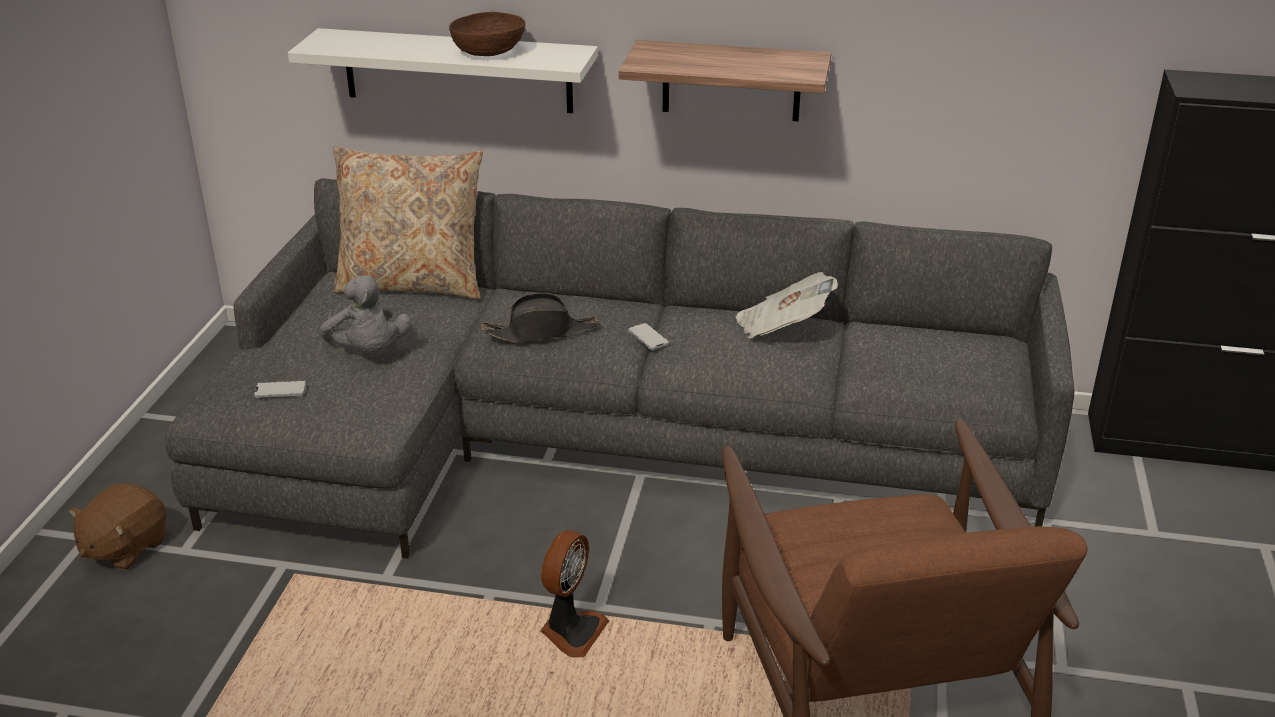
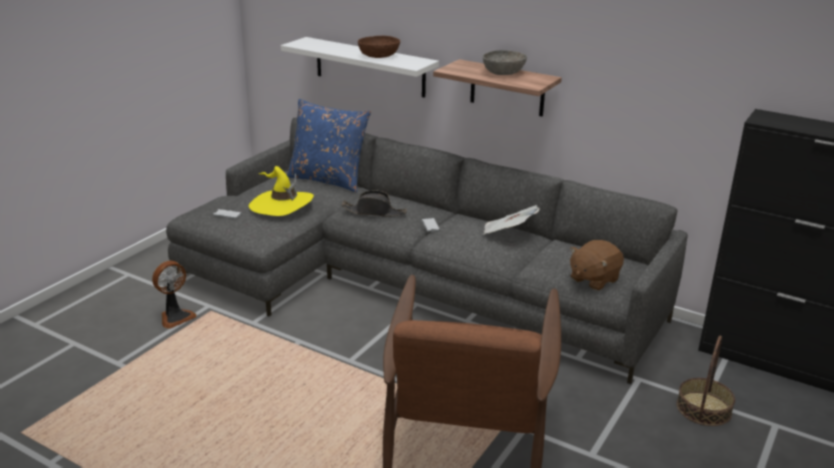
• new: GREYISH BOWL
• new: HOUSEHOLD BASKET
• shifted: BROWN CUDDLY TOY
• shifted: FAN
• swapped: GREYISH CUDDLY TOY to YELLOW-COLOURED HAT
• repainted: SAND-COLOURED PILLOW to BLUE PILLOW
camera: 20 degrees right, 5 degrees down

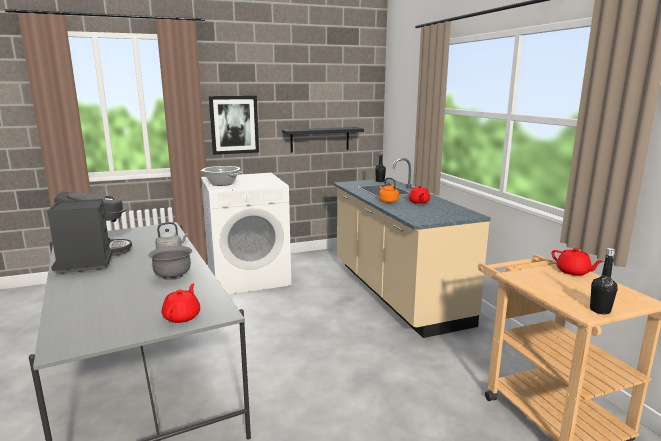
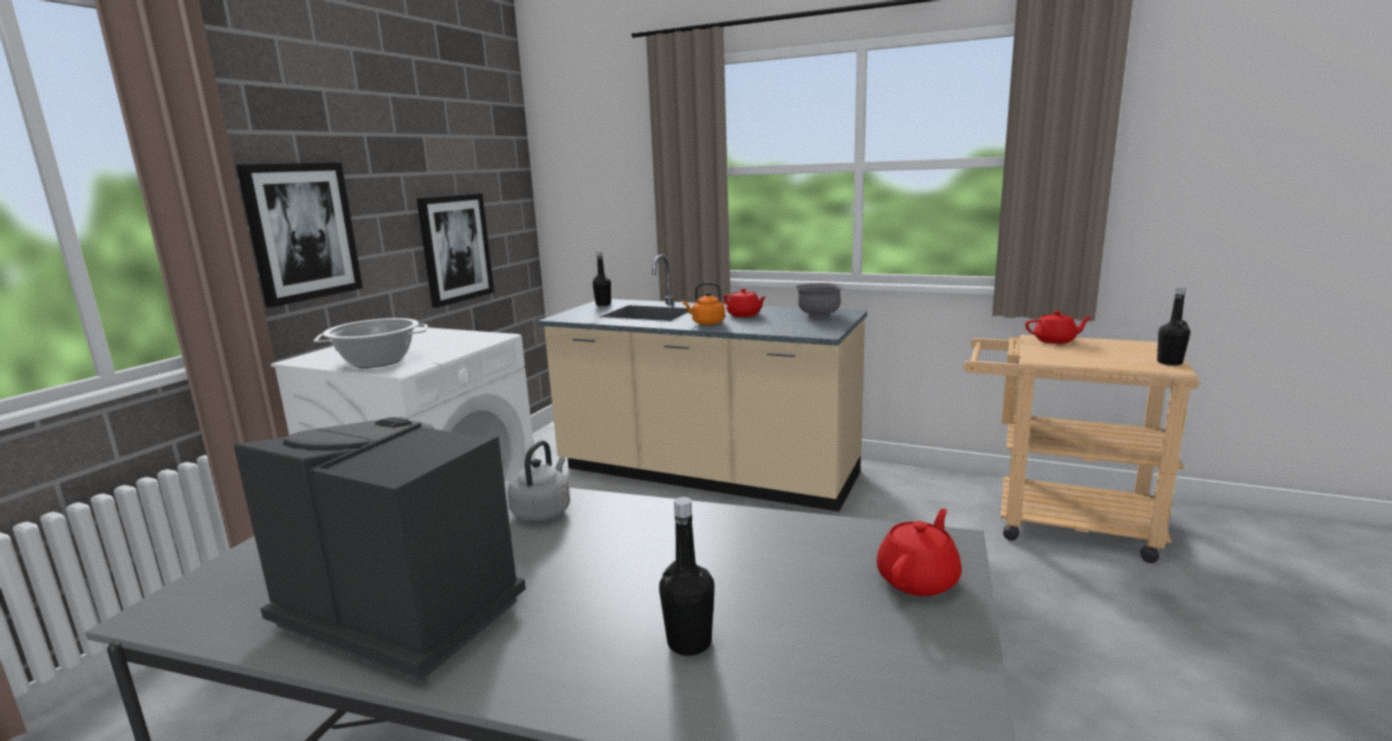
• new: BLACK-COLOURED DRINK BOTTLE (no. 2 from left)
• shifted: GREYISH BOWL
• swapped: BLACK-COLOURED BRACKET SHELF to WALL PICTURE (no. 2 from left)
• rotated: REDDISH TEA POT (no. 1 from left in the first image) 75 degrees clockwise
camera: 45 degrees left, 0 degrees up

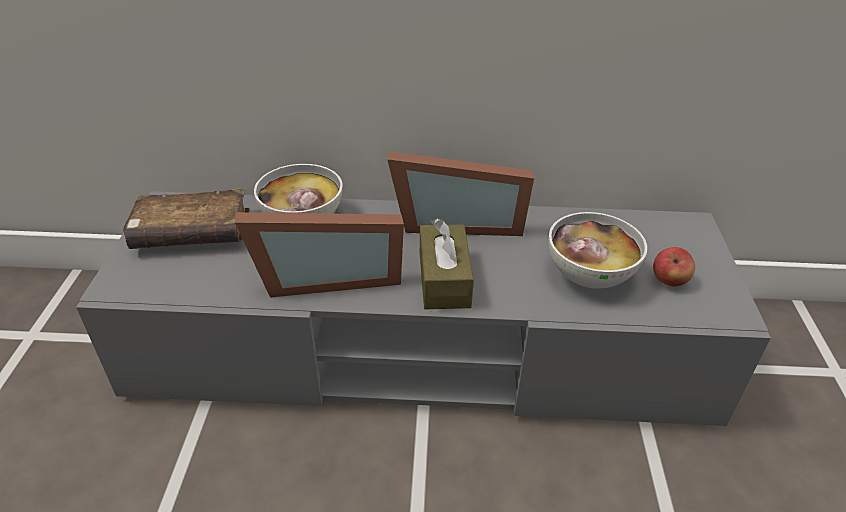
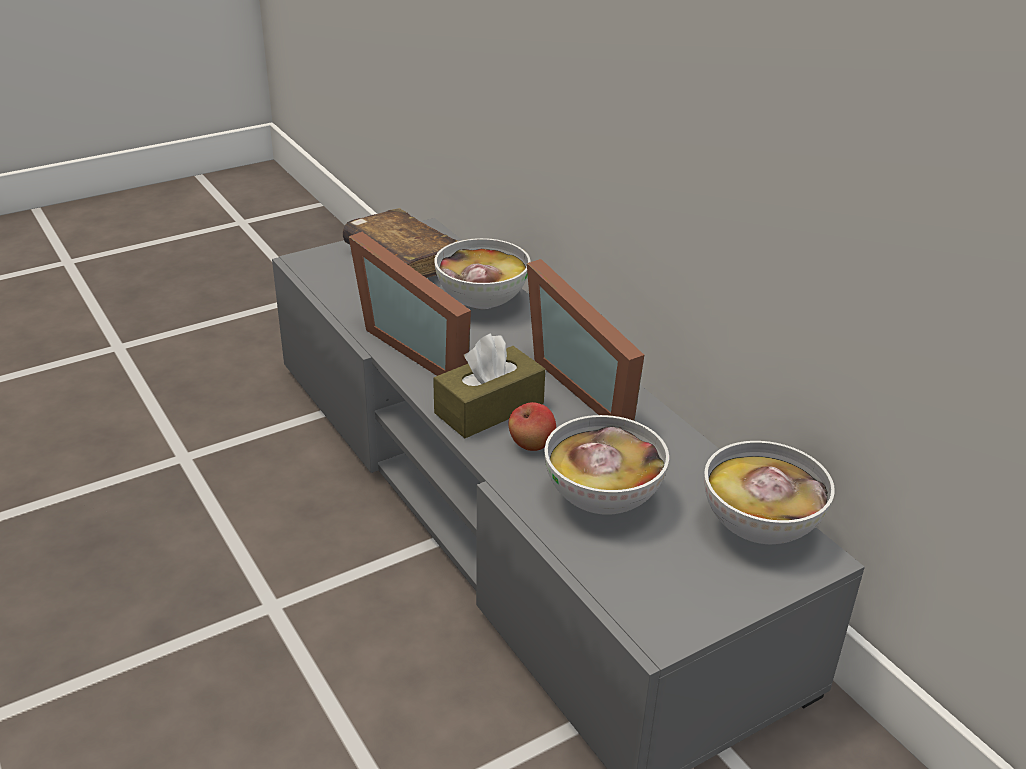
• new: BOWL (no. 3 from left)
• shifted: APPLE
camera: 55 degrees right, 5 degrees down

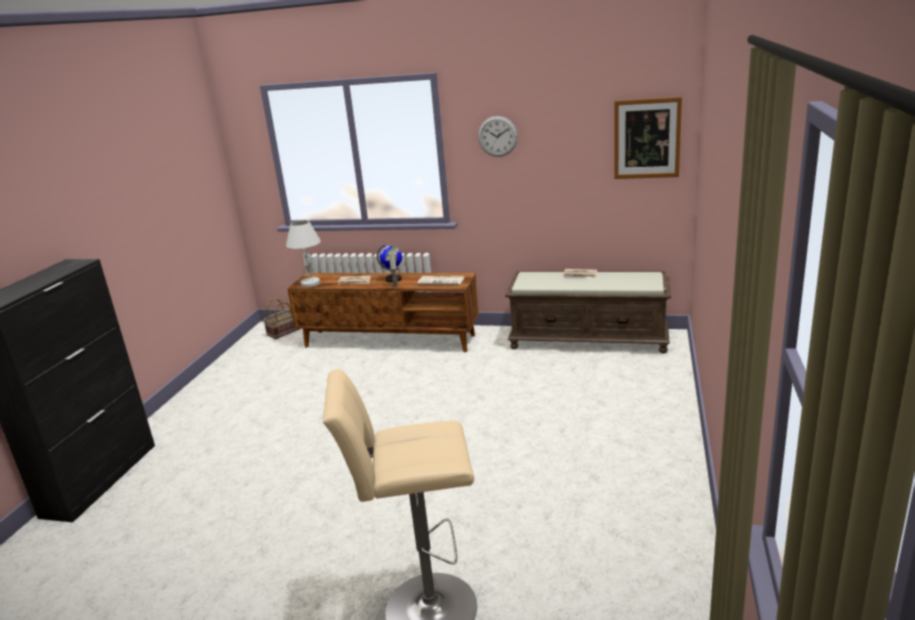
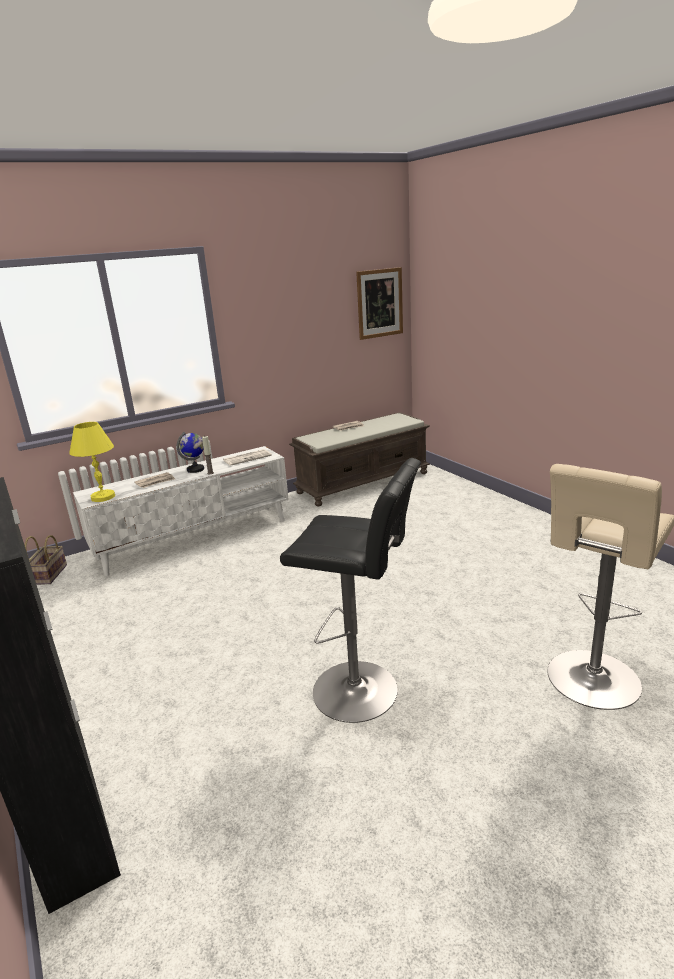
• gone: CLOCK ON THE WALL
• new: BLACK-COLOURED STOOL
• repainted: WHITE LAMP FOR A TABLE to YELLOW-COLOURED LAMP FOR A TABLE
• repainted: BROWN MEDIA CONSOLE to WHITE MEDIA CONSOLE
camera: 45 degrees left, 0 degrees up

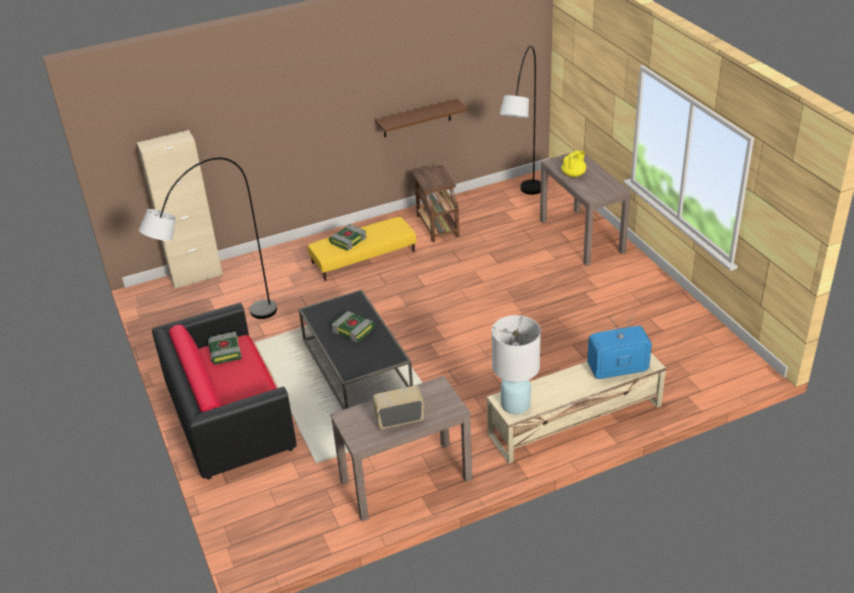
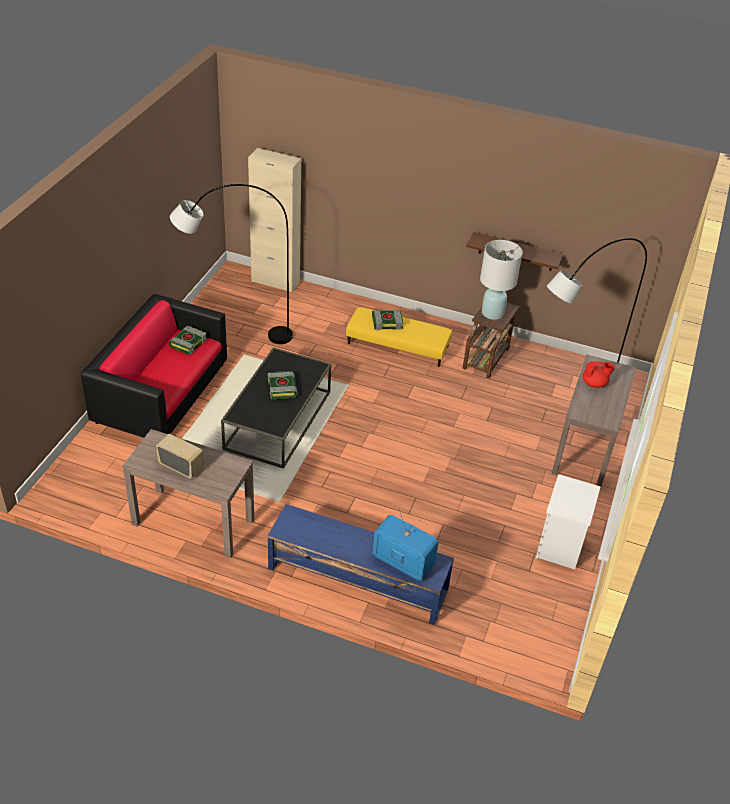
• new: WHITE BEDSIDE TABLE
• shifted: WHITE LAMP FOR A TABLE
• repainted: SAND-COLOURED MEDIA CONSOLE to BLUE MEDIA CONSOLE
• repainted: YELLOW-COLOURED TEA POT to REDDISH TEA POT
camera: 40 degrees right, 5 degrees up

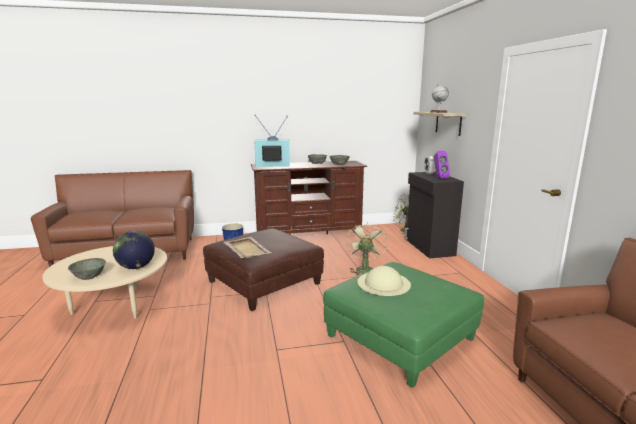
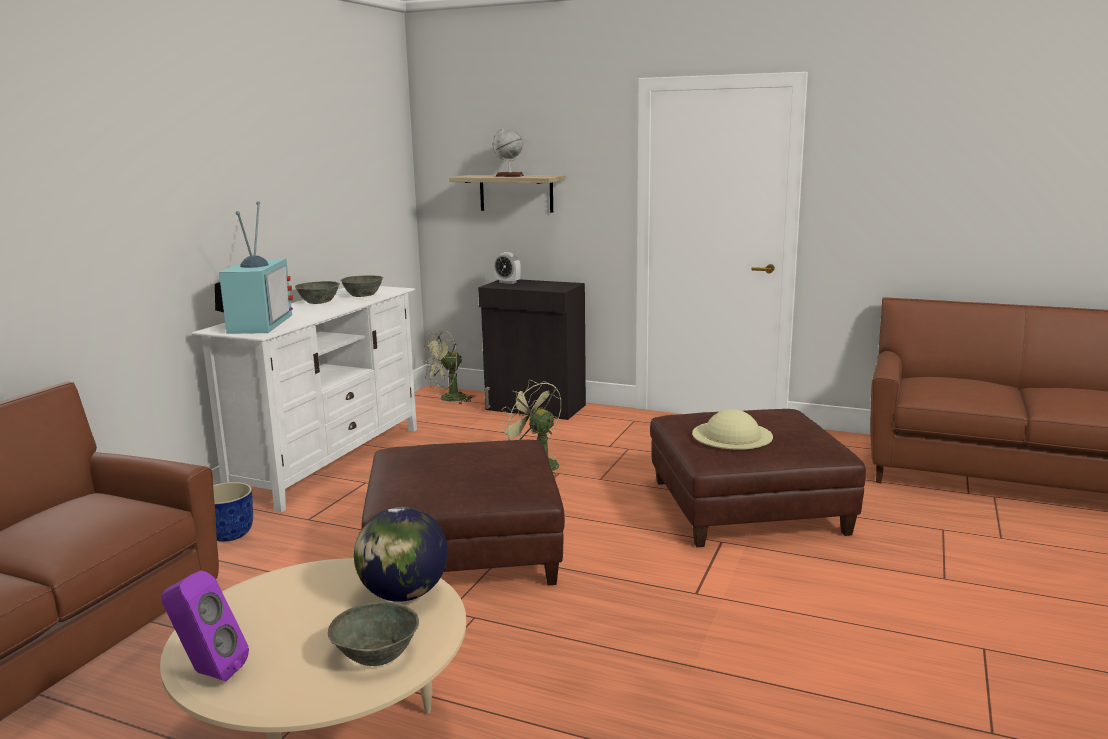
• gone: SAND-COLOURED TRAY
• shifted: PURPLE SPEAKER
• repainted: BROWN MEDIA CONSOLE to WHITE MEDIA CONSOLE
• repainted: GREEN-COLOURED OTTOMAN to BROWN OTTOMAN (no. 2 from left)
• rotated: TELEVISION 150 degrees clockwise
camera: 55 degrees left, 0 degrees up

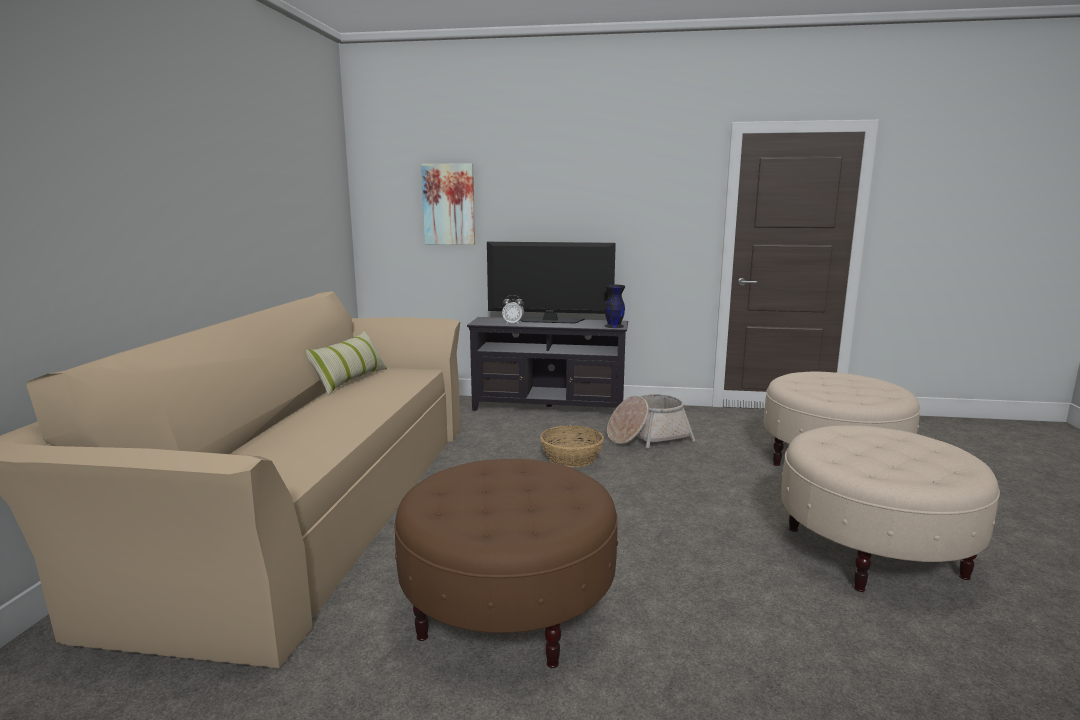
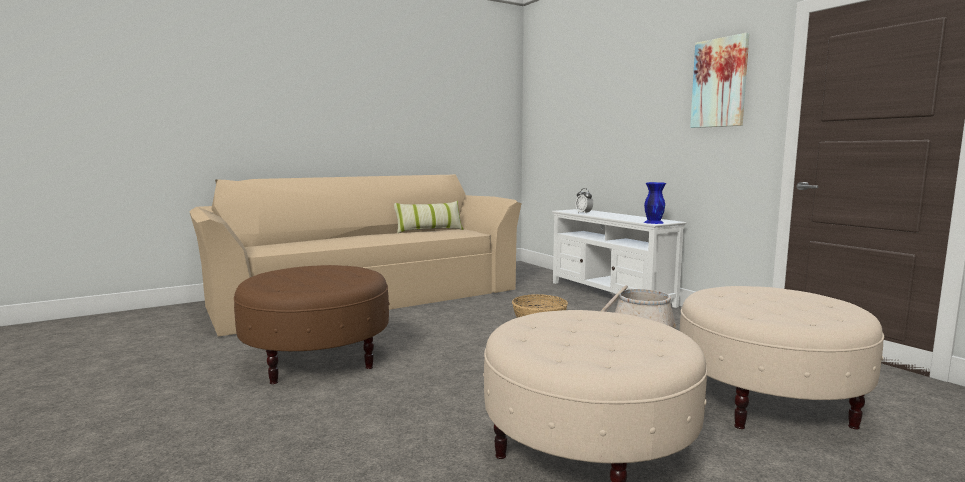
• gone: TELEVISION
• shifted: WALL PICTURE
• repainted: BLACK-COLOURED MEDIA CONSOLE to WHITE MEDIA CONSOLE
• repainted: BLACK-COLOURED VASE to BLUE VASE
camera: 50 degrees right, 5 degrees down

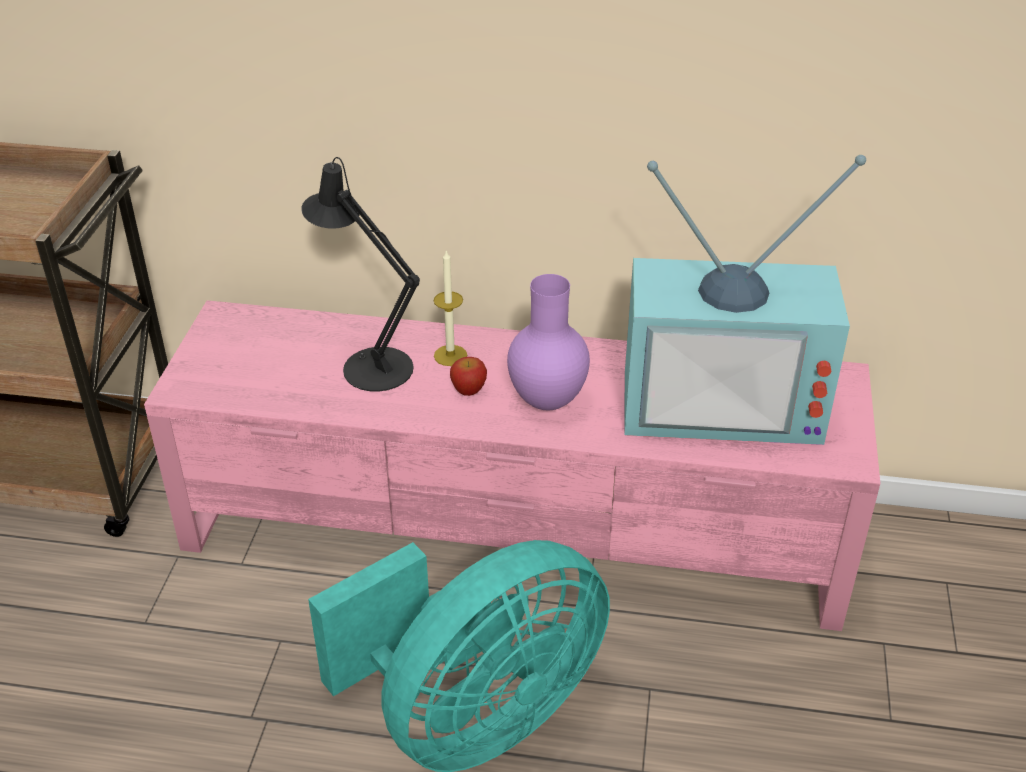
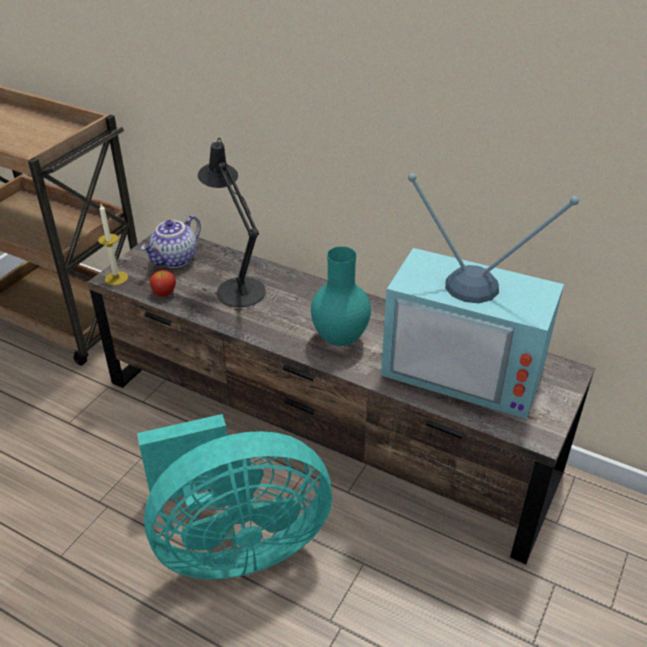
• new: TEA POT
• shifted: WAX LIGHT
• shifted: APPLE
• repainted: PINKISH MEDIA CONSOLE to BROWN MEDIA CONSOLE
• repainted: PURPLE VASE to BLUE-GREEN VASE
camera: 20 degrees right, 0 degrees up

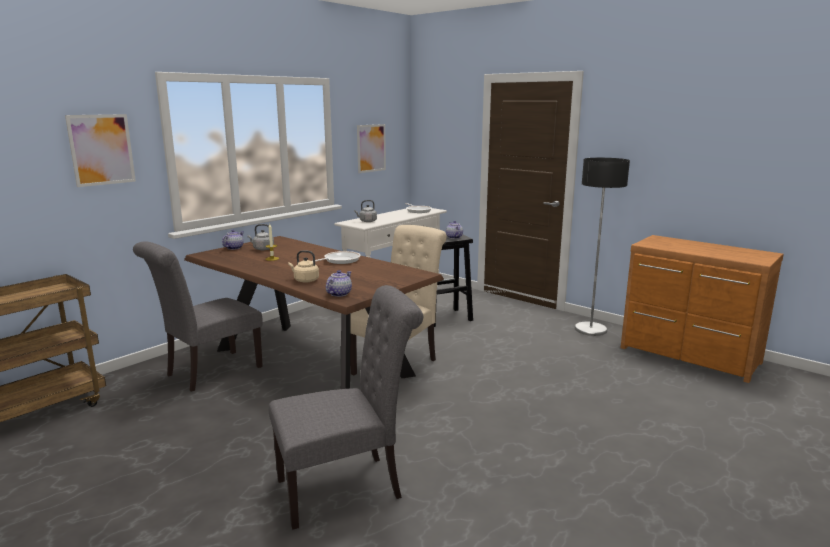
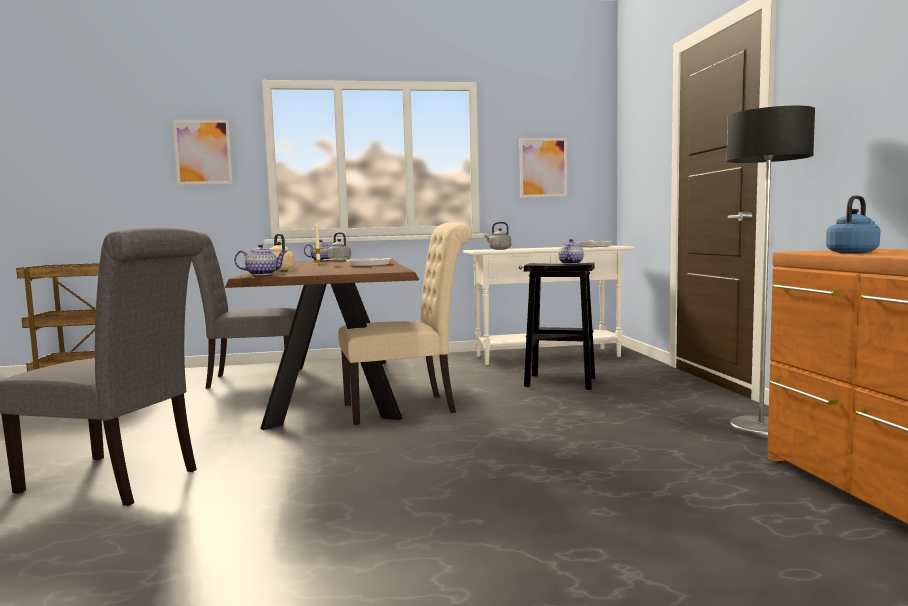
• new: BLUE KETTLE
camera: 40 degrees right, 10 degrees down

